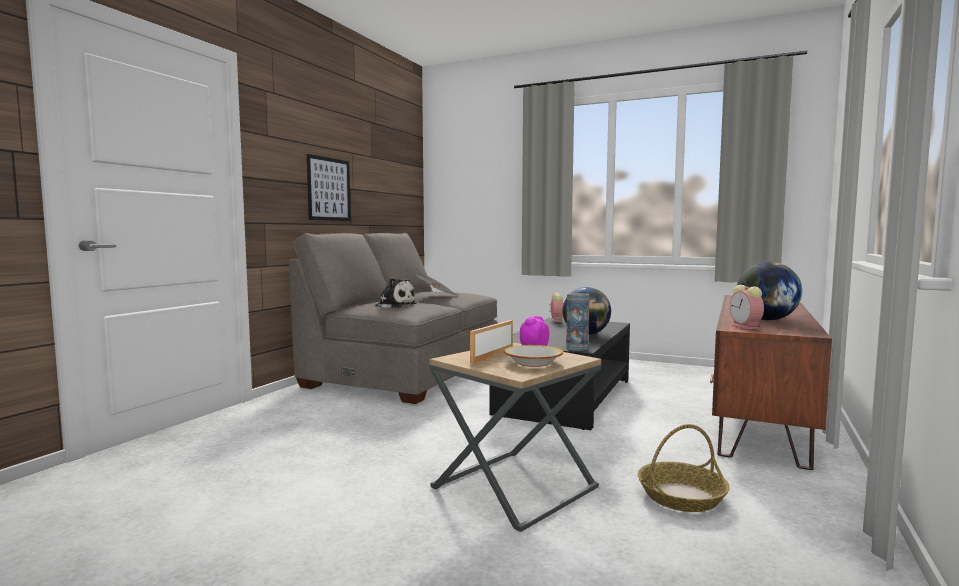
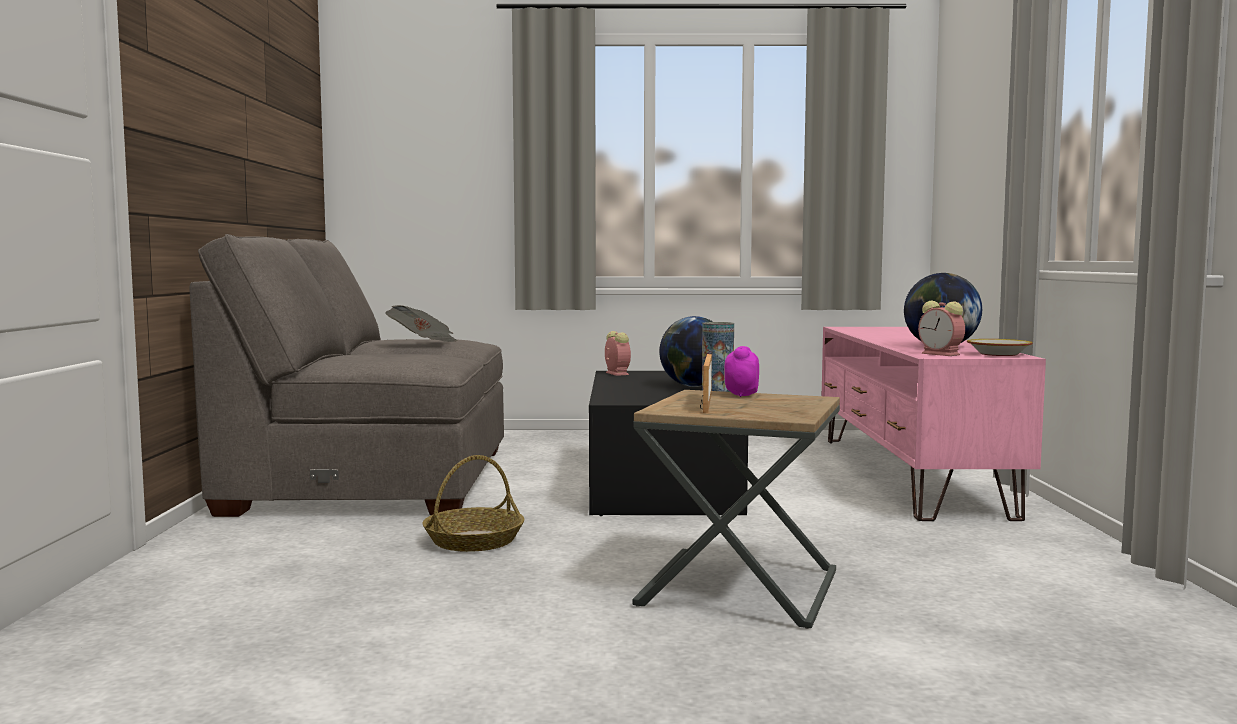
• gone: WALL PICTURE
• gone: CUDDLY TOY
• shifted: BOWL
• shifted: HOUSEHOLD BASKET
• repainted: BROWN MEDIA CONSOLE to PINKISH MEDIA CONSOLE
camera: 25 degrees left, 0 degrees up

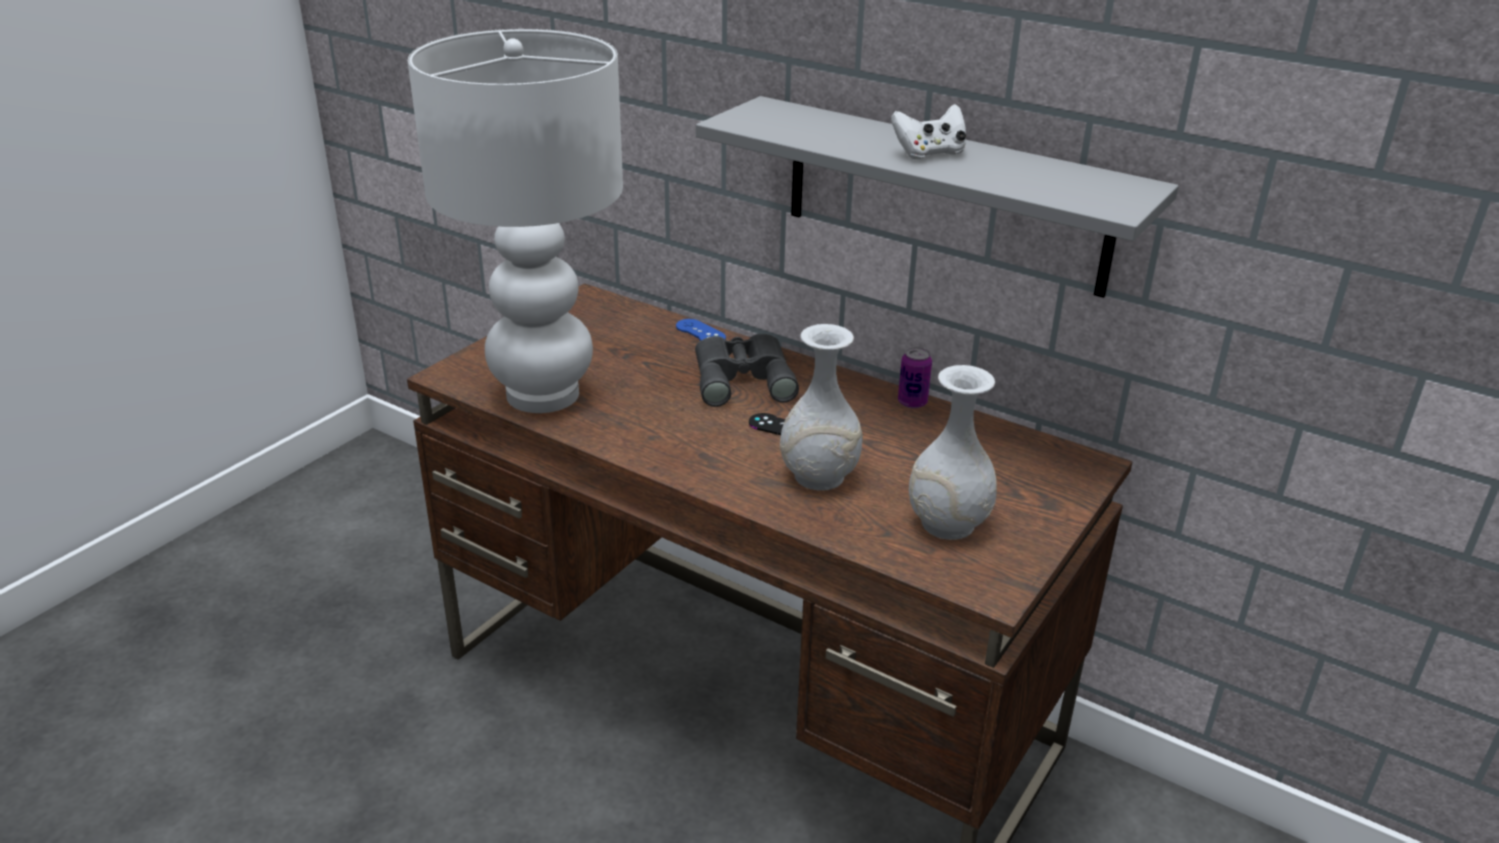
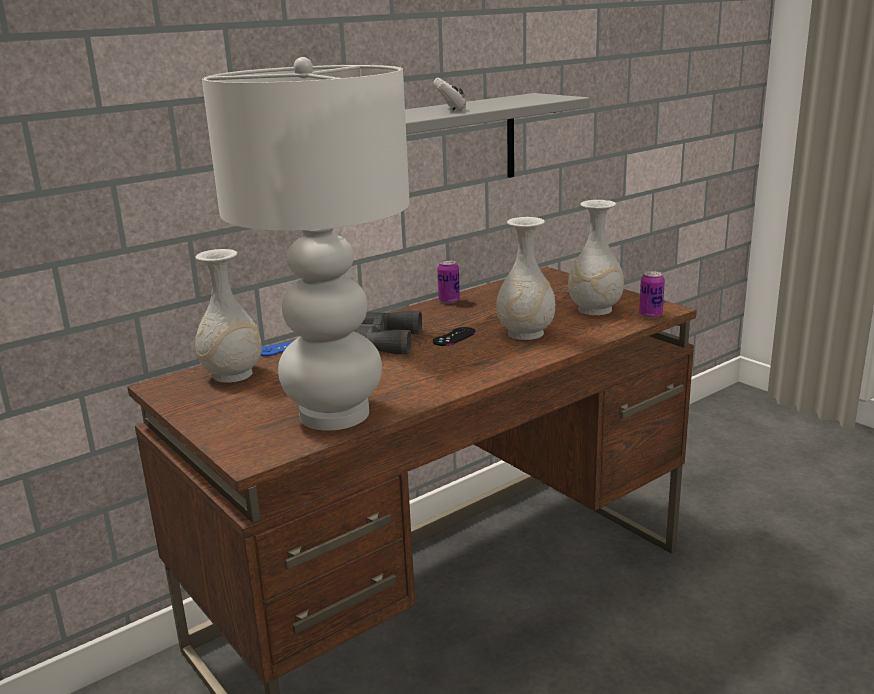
• new: WHITE VASE (no. 1 from left)
• new: SEALED CAN (no. 2 from left)
camera: 70 degrees left, 10 degrees down

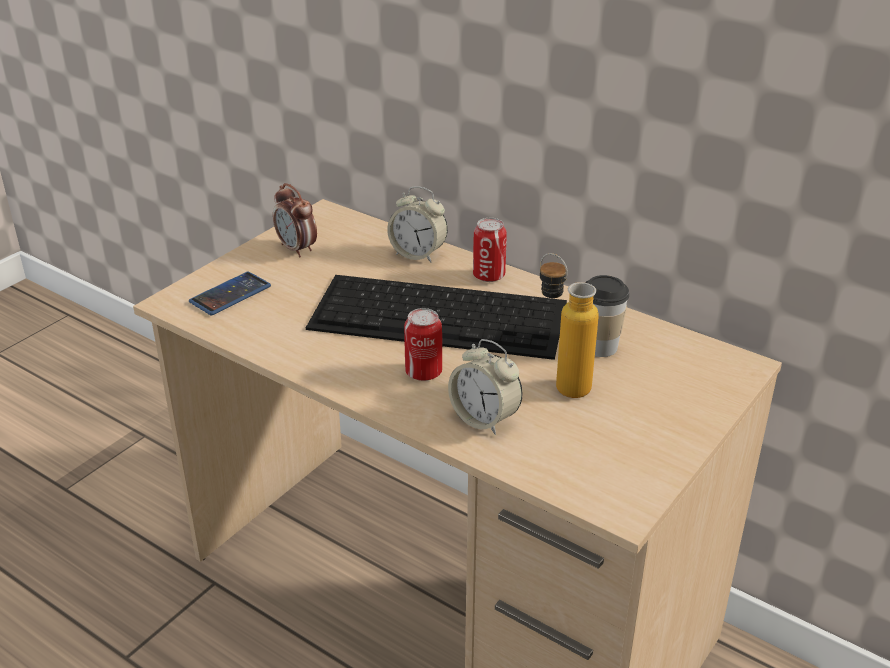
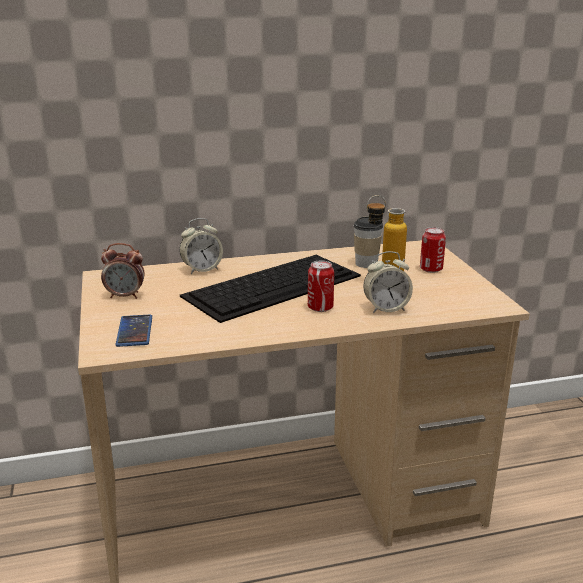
• shifted: SEALED CAN (no. 2 from left)
camera: 50 degrees left, 10 degrees down

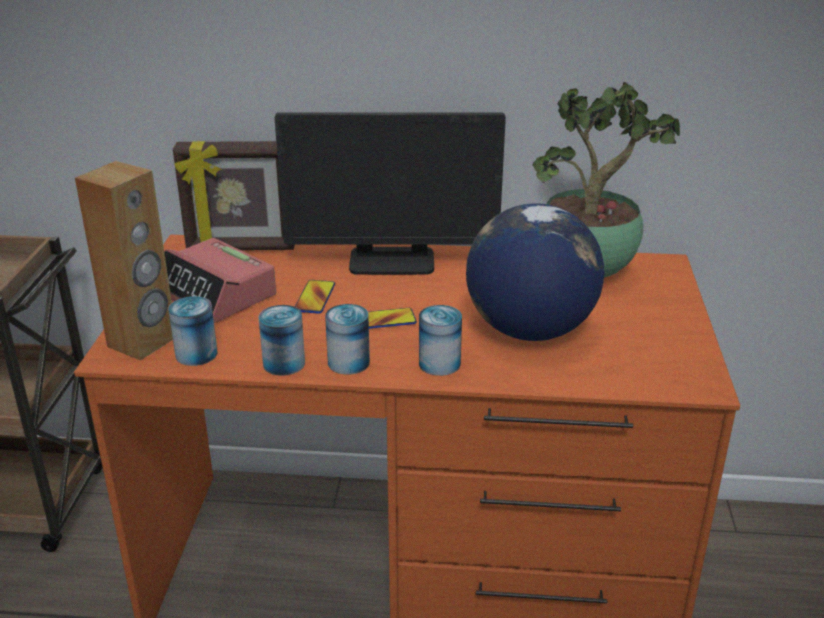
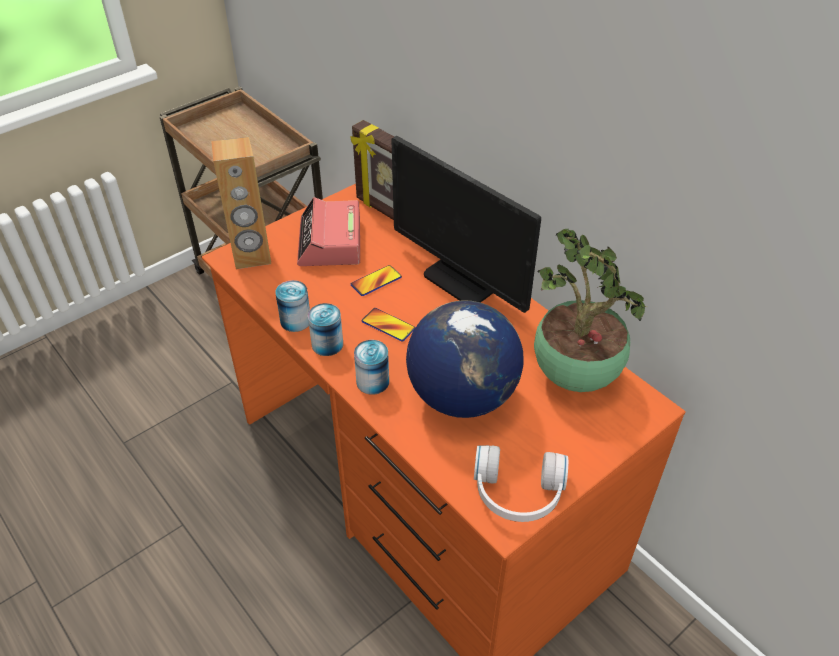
• gone: SEALED CAN (no. 1 from left)
• new: WHITE HEADPHONES
camera: 45 degrees right, 15 degrees up

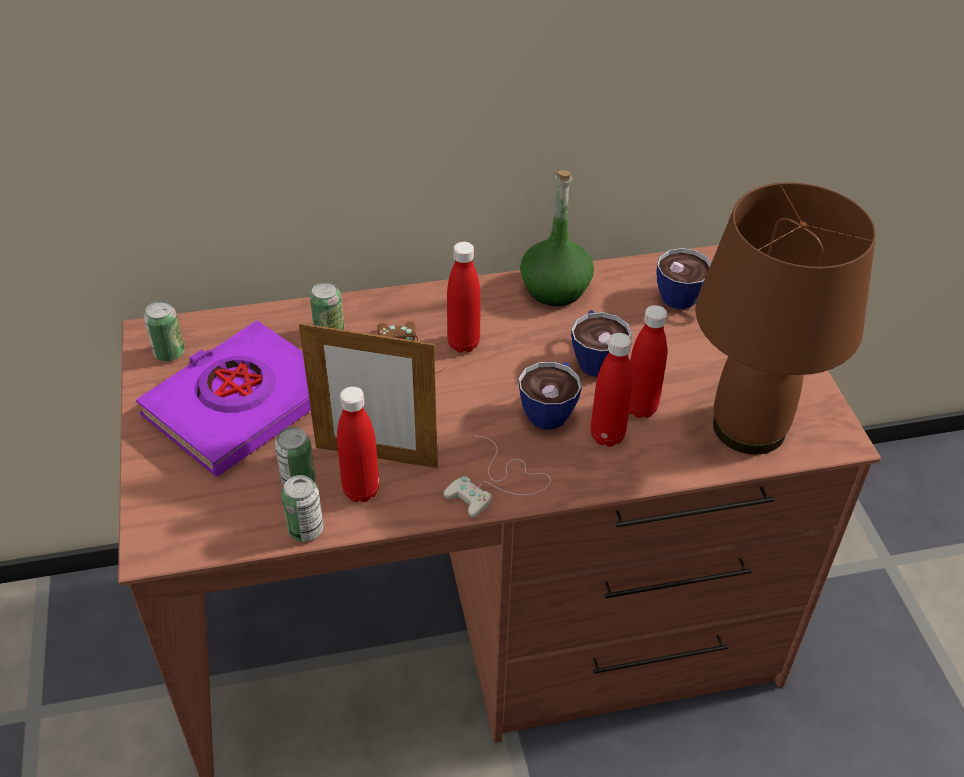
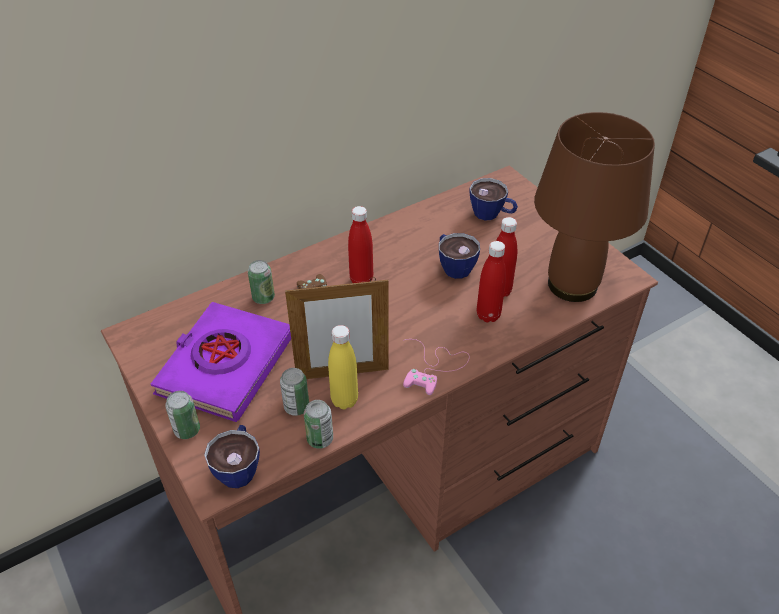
• gone: GREEN-COLOURED DRINK BOTTLE
• shifted: SEALED CAN (no. 1 from left)
• shifted: DRINKING CUP (no. 1 from left)
• repainted: REDDISH DRINK BOTTLE (no. 1 from left) to YELLOW-COLOURED DRINK BOTTLE
• repainted: WHITE GAMEPAD to PINKISH GAMEPAD
camera: 20 degrees left, 0 degrees up

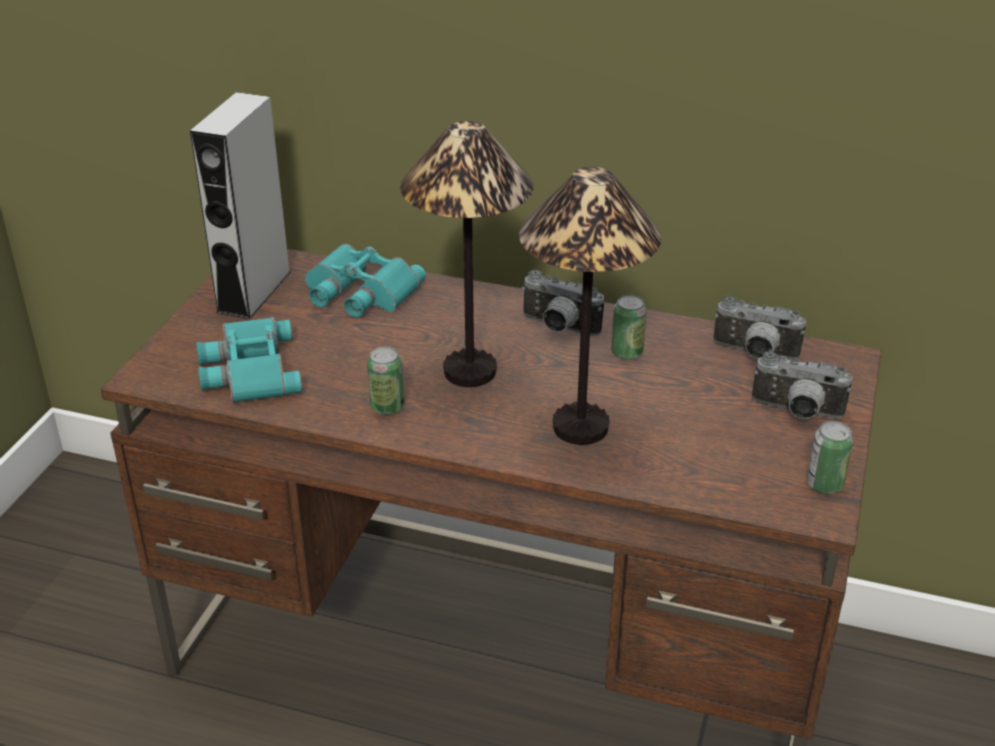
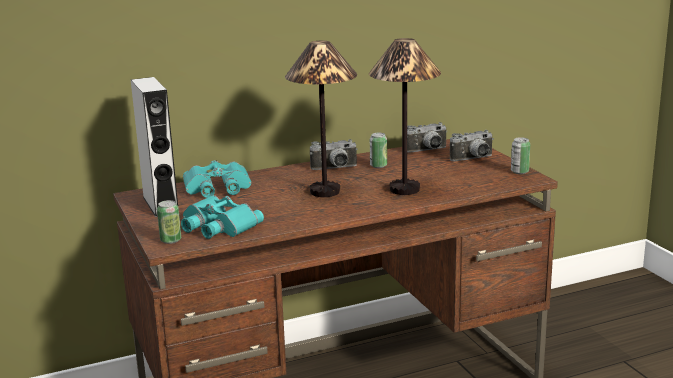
• shifted: SEALED CAN (no. 1 from left)
camera: 40 degrees left, 15 degrees down

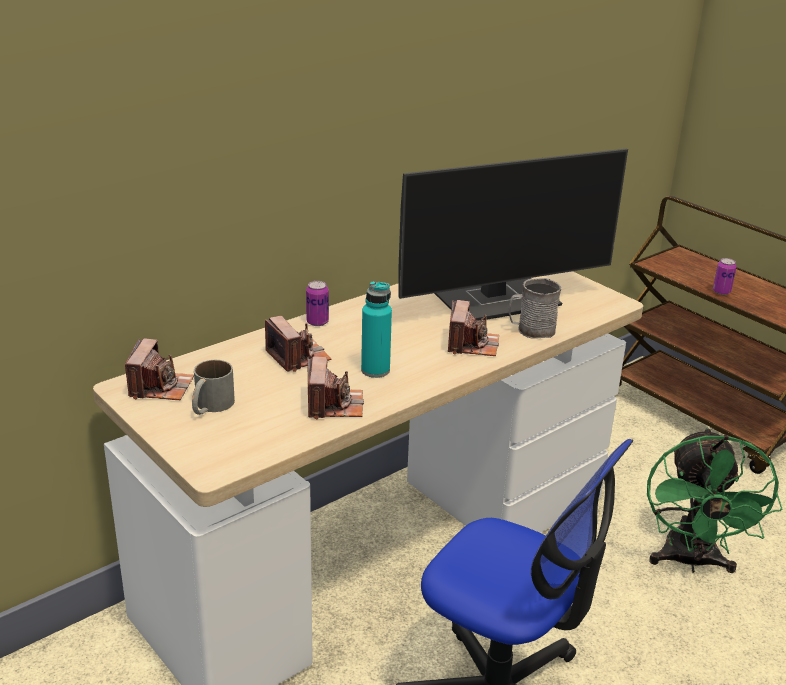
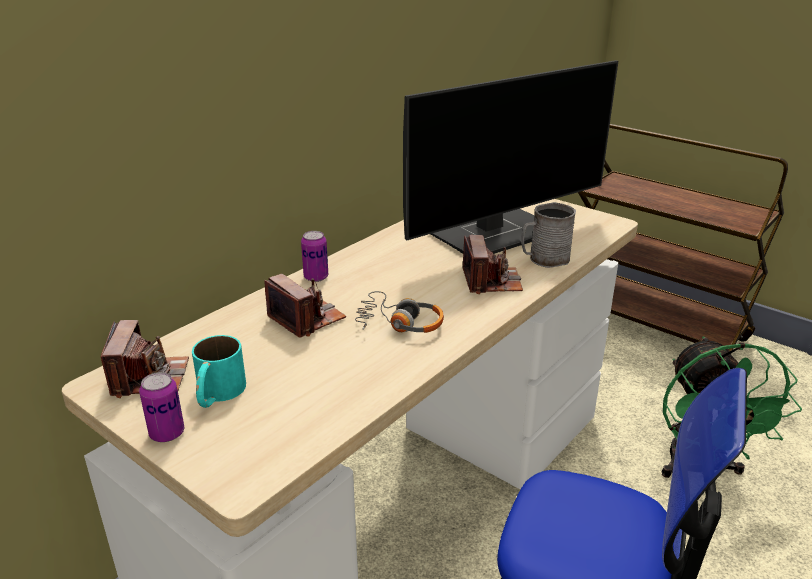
• gone: PHOTO CAMERA (no. 3 from left)
• shifted: SEALED CAN (no. 2 from left in the first image) to SEALED CAN (no. 1 from left)
• swapped: BLUE-GREEN DRINK BOTTLE to HEADPHONES
• repainted: GREYISH TEA MUG (no. 1 from left) to BLUE-GREEN TEA MUG
camera: 10 degrees left, 0 degrees up

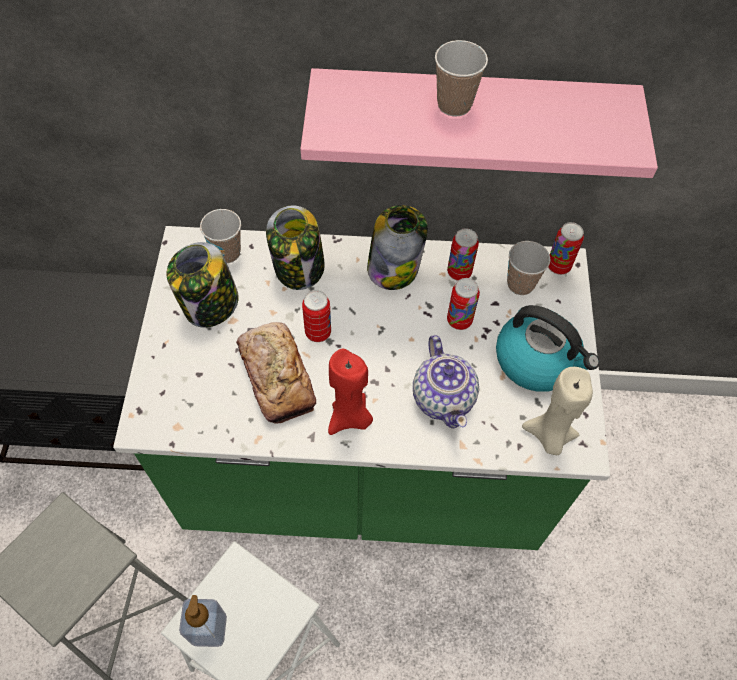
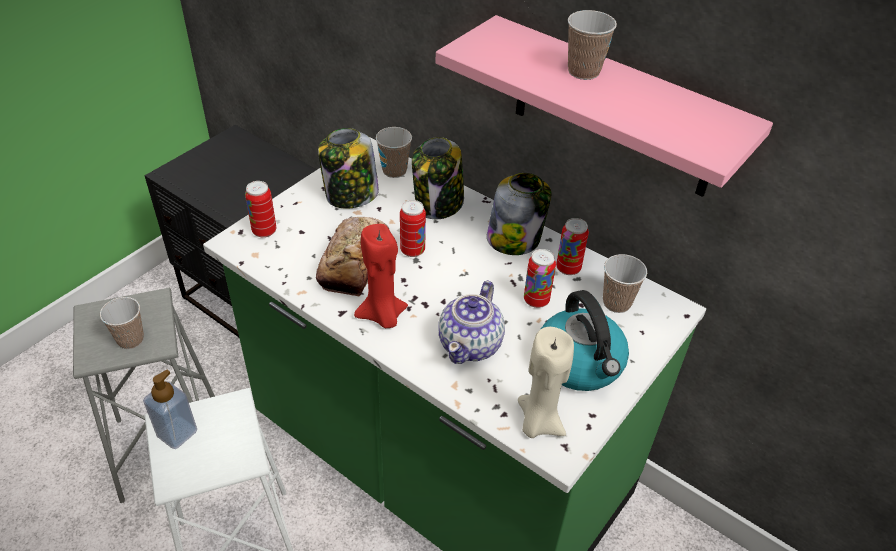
• new: DRINKING CUP (no. 1 from left)
• shifted: SEALED CAN (no. 4 from left in the first image) to SEALED CAN (no. 1 from left)
camera: 35 degrees right, 15 degrees down

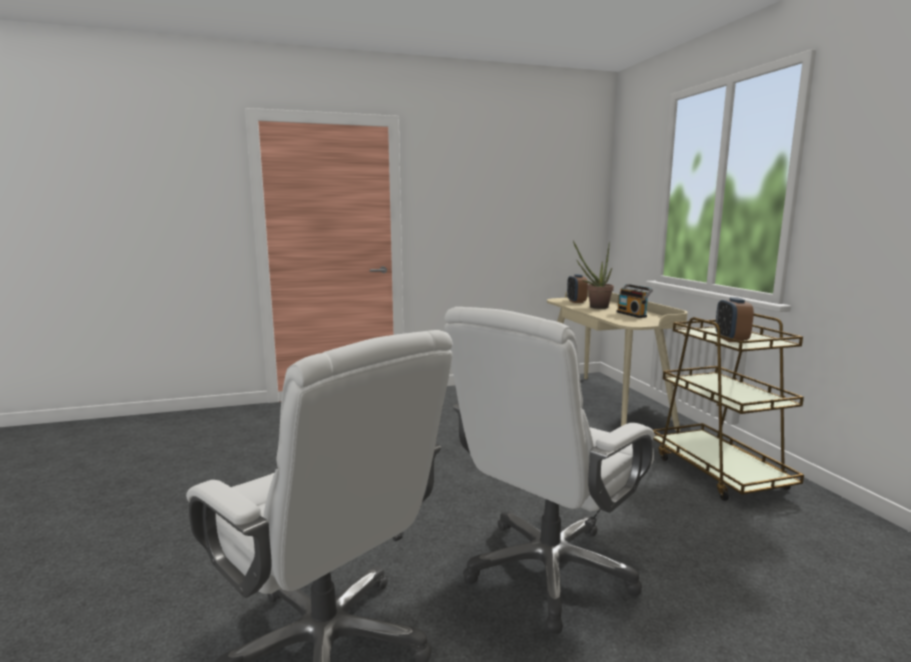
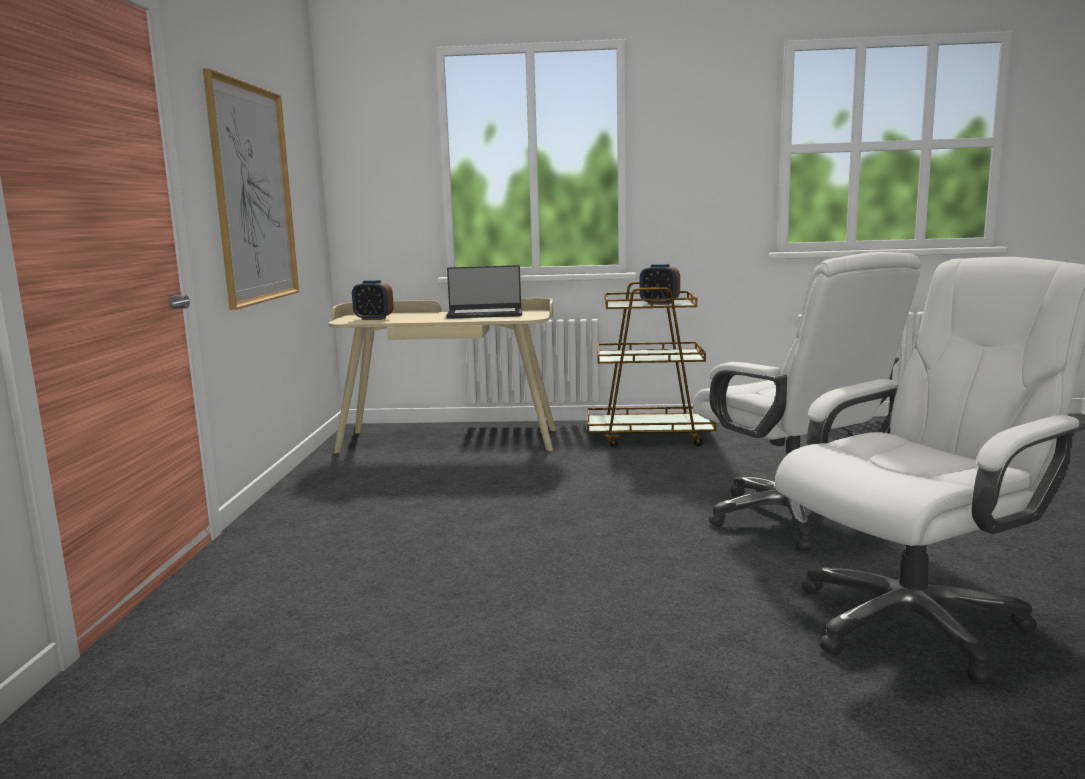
• gone: PLANT IN A POT
• new: WALL PICTURE
• swapped: RADIO RECEIVER to NOTEBOOK COMPUTER
camera: 70 degrees left, 0 degrees up

